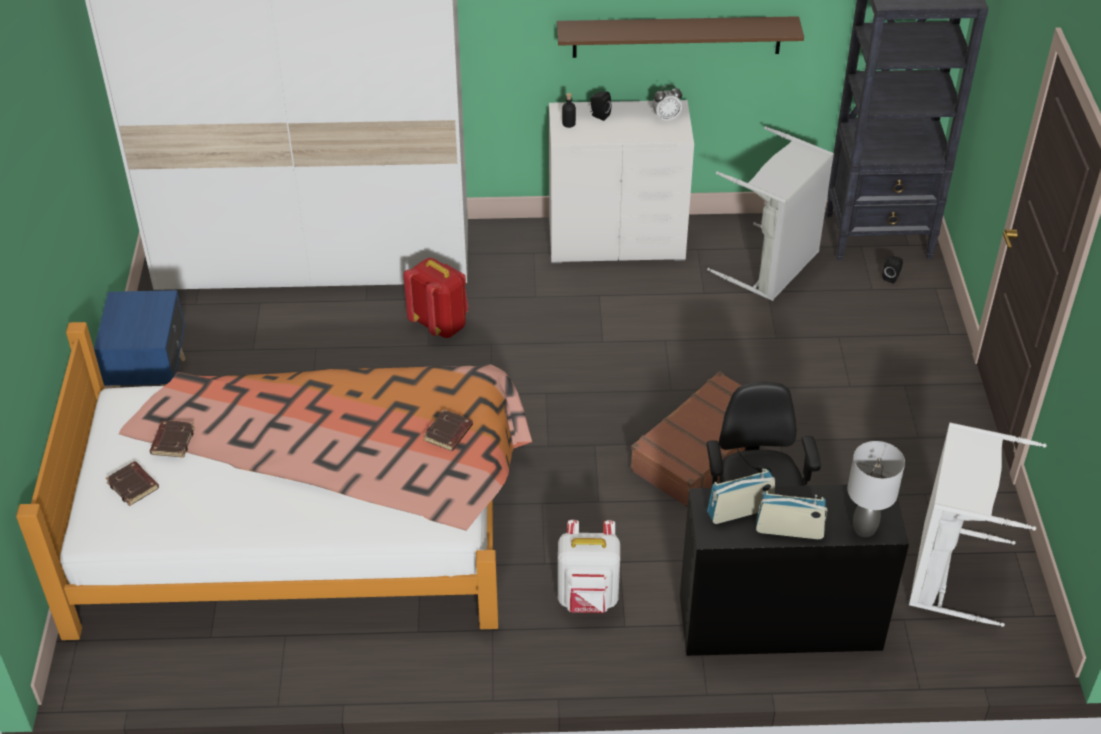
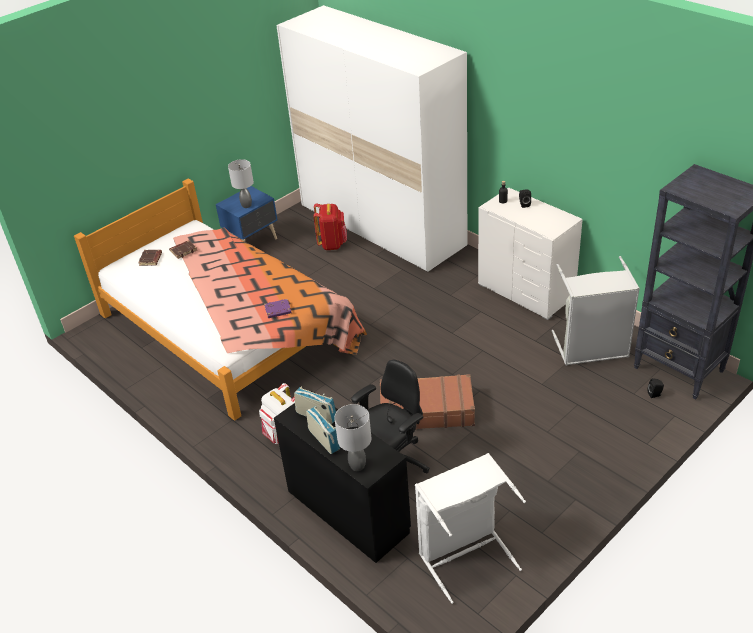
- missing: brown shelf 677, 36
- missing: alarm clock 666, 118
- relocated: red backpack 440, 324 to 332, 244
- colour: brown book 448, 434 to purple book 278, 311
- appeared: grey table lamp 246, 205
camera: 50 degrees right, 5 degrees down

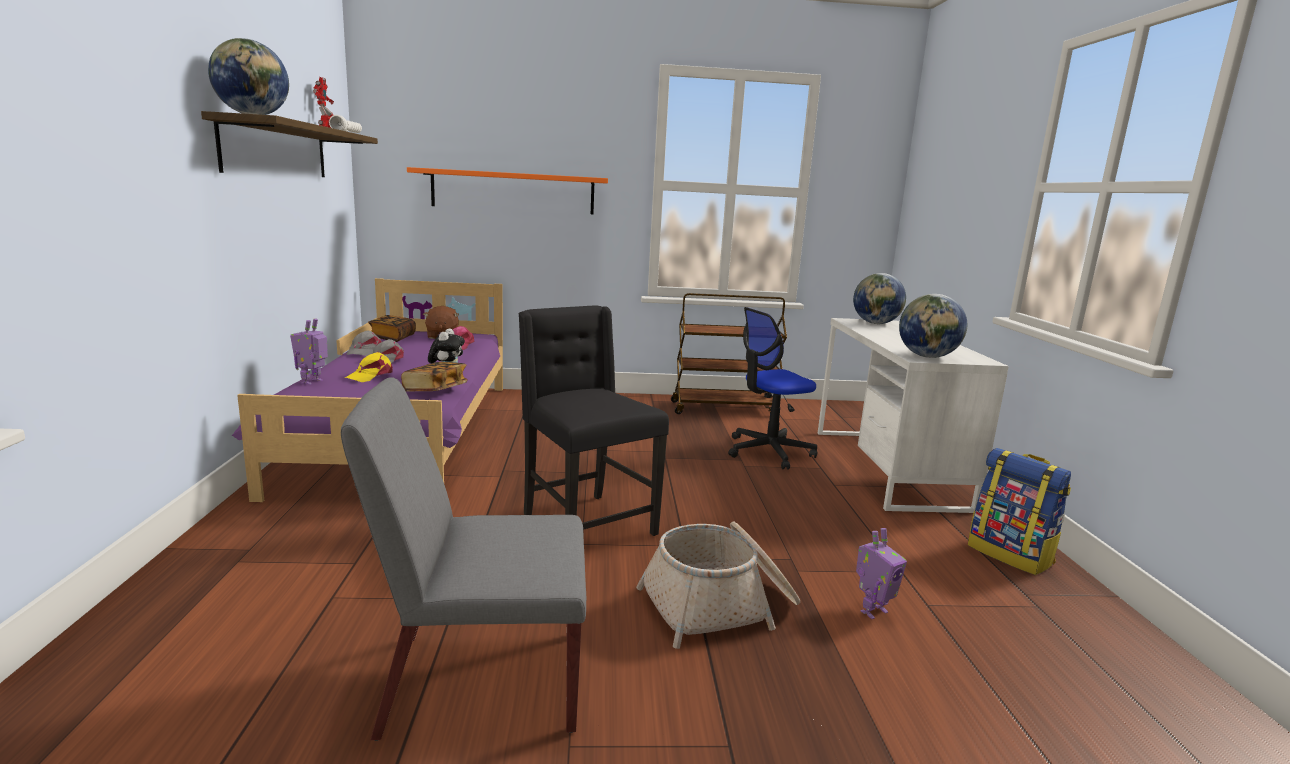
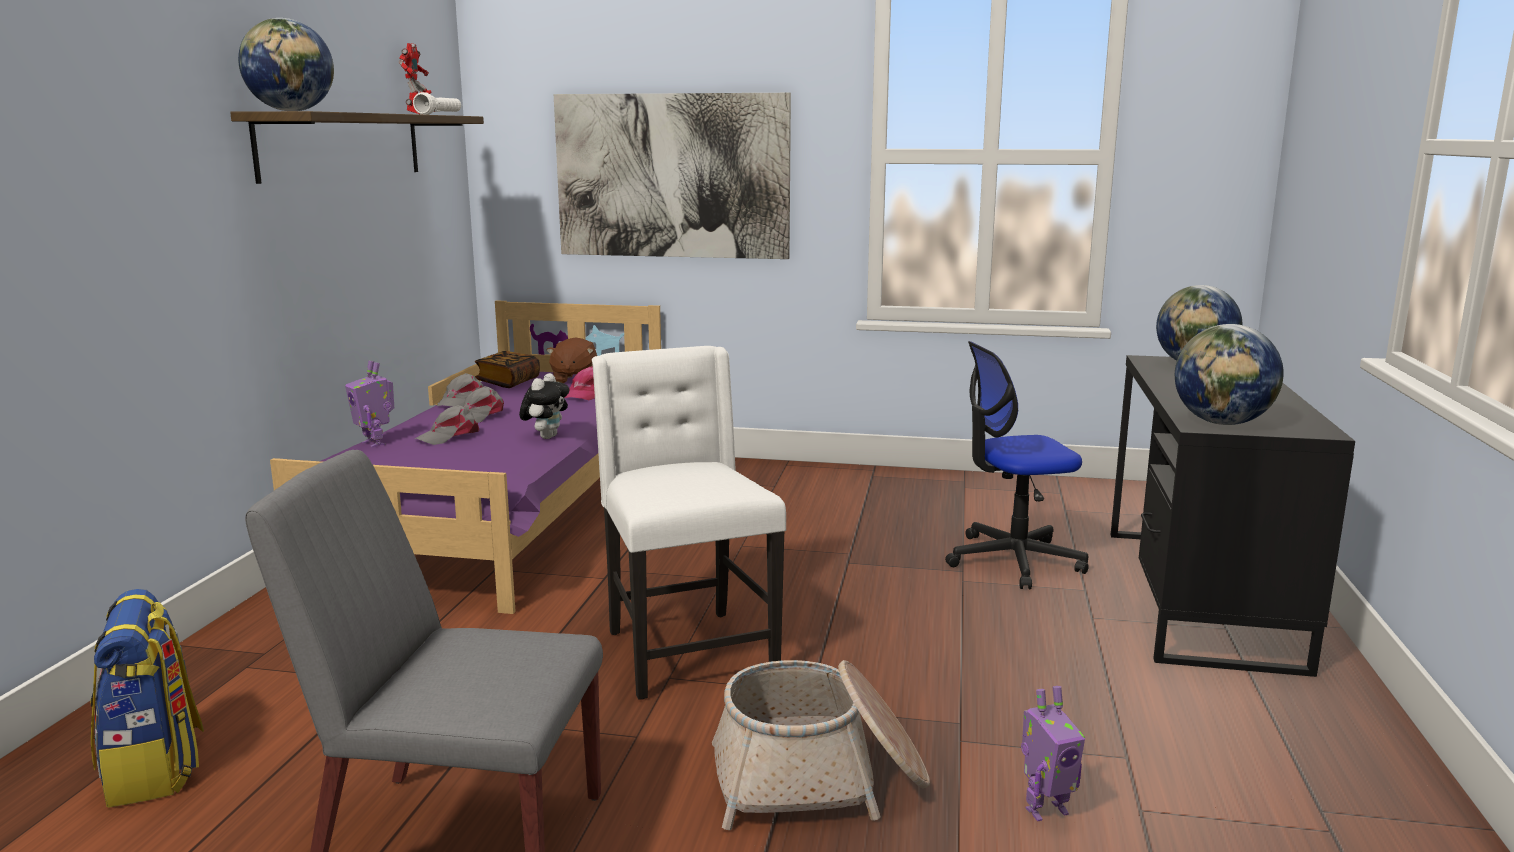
- exchanged: orange shelf 513, 192 to picture 672, 176
- missing: brown cart 724, 409
- colour: black chair 585, 524 to white chair 686, 651
- spun: toy robot 312, 382 = 375, 443 75 degrees counterclockwise
- colour: white desk 886, 468 to black desk 1197, 595
- colour: yellow cap 371, 376 to grey cap 449, 436
- missing: book 435, 390
- relocated: backpack 1011, 555 to 155, 770
camera: 15 degrees right, 0 degrees up

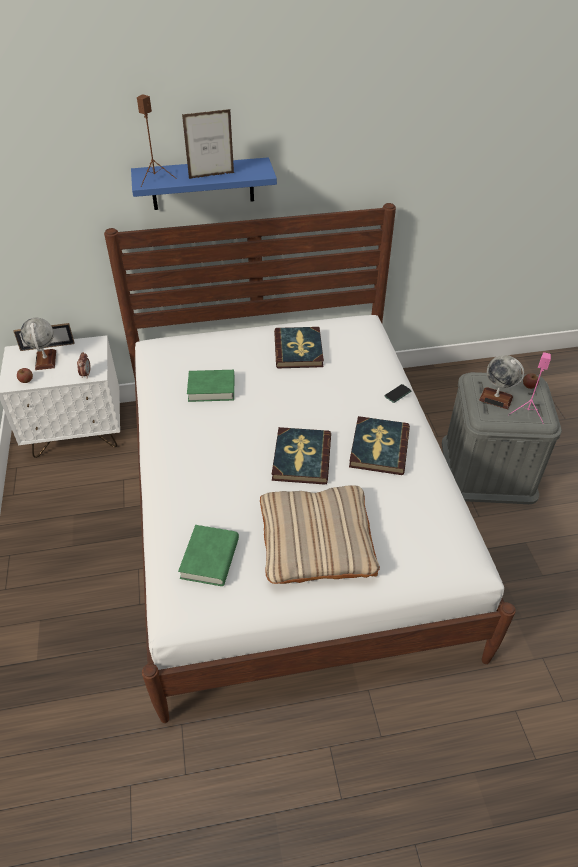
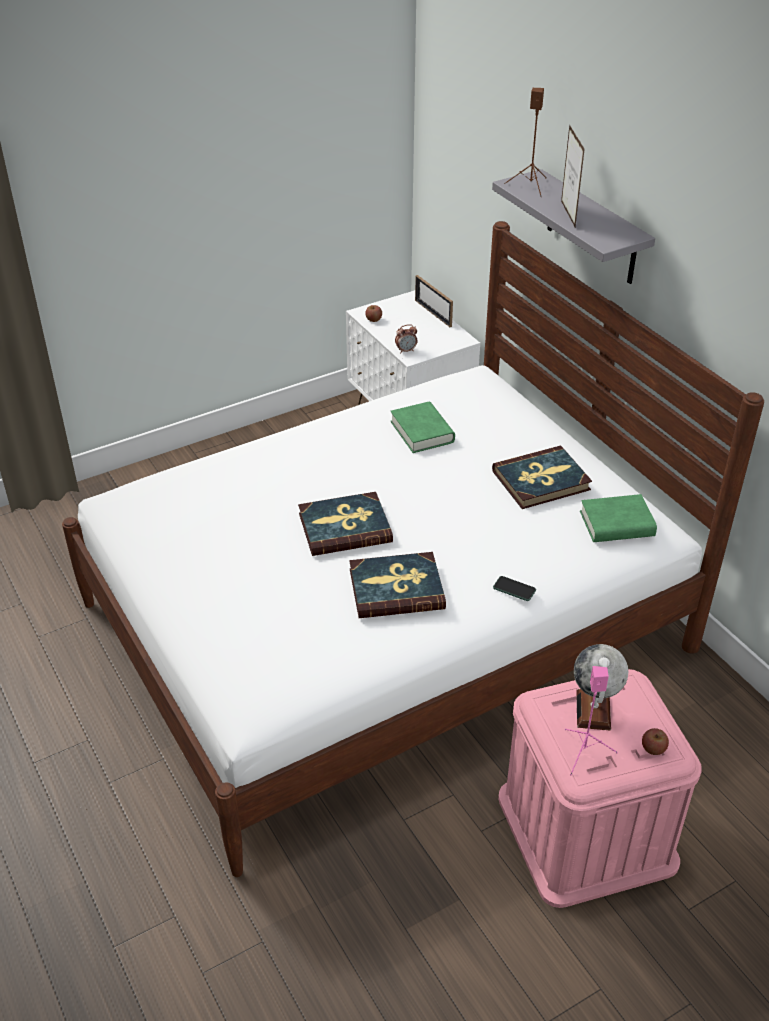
- spun: picture frame 211, 175 = 568, 214 150 degrees counterclockwise
- colour: blue shelf 202, 184 to grey shelf 592, 228
- missing: globe 45, 360
- colour: grey storage box 488, 469 to pink storage box 586, 829
- missing: beige pillow 317, 540
- relocated: green book 210, 559 to 616, 524
camera: 70 degrees right, 5 degrees down

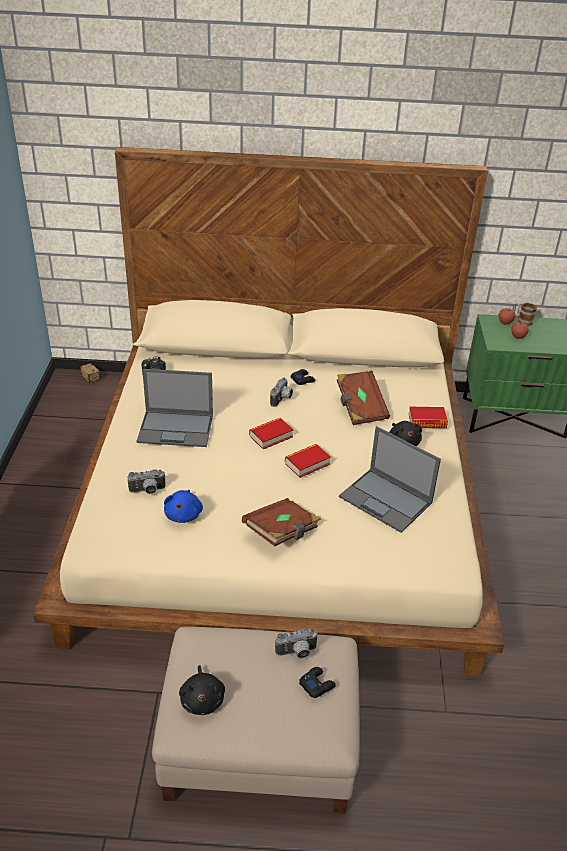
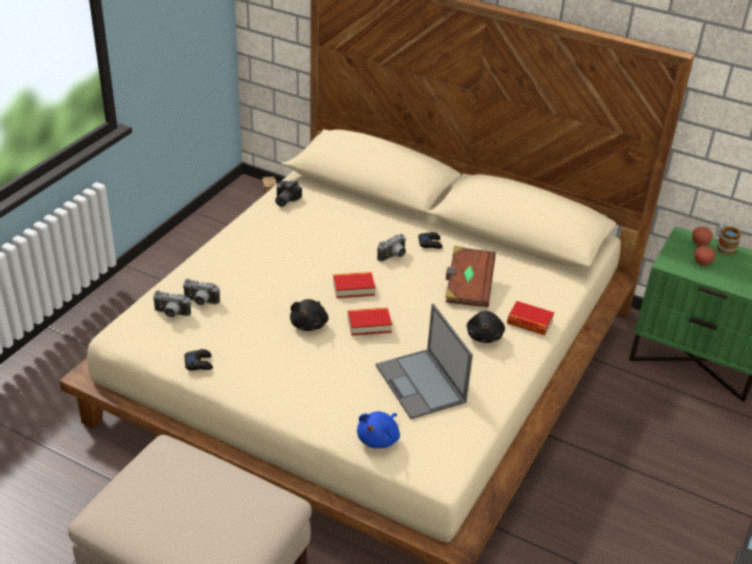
- missing: laptop 176, 428
- relocated: blue plush toy 184, 514 to 379, 438
- missing: brown book 282, 532
- relocated: photo camera 297, 653 to 171, 314
- relocated: black plush toy 202, 699 to 309, 324
- relocated: black game controller 317, 684 to 199, 363
camera: 25 degrees right, 0 degrees up

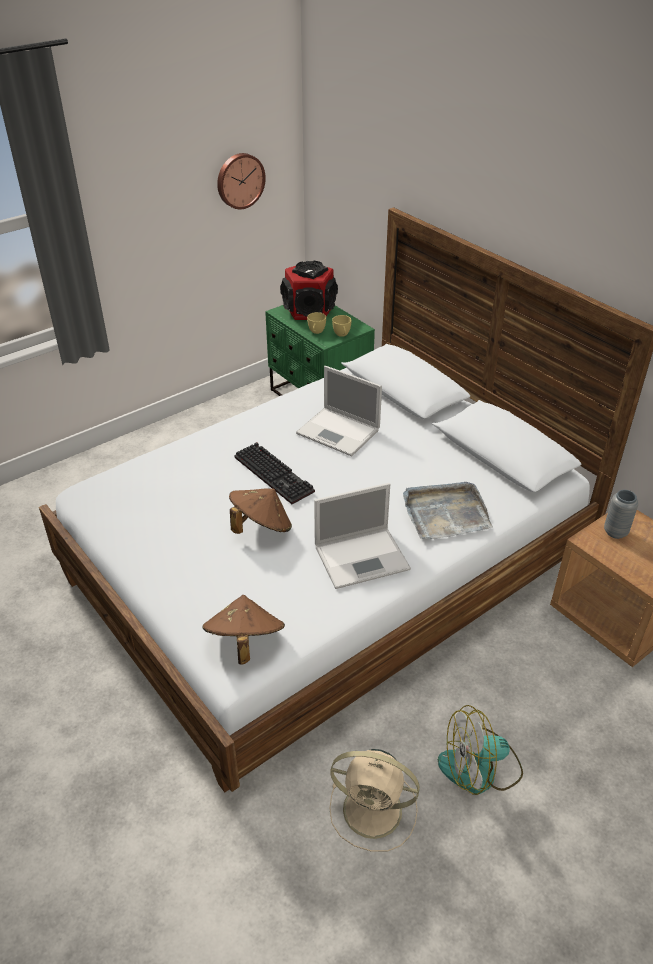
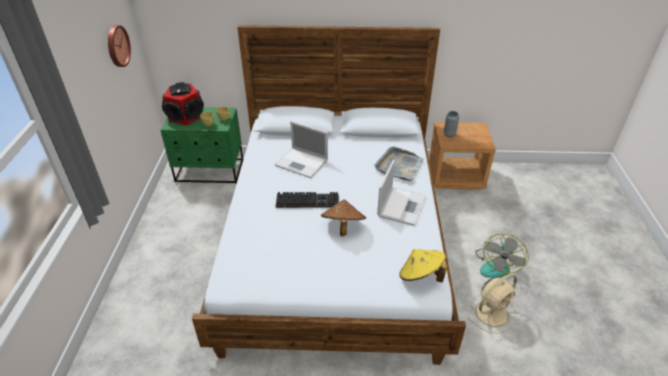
- spun: laptop 339, 432 = 302, 163 45 degrees clockwise
- colour: brown hat 244, 643 to yellow hat 420, 276
camera: 50 degrees left, 0 degrees up

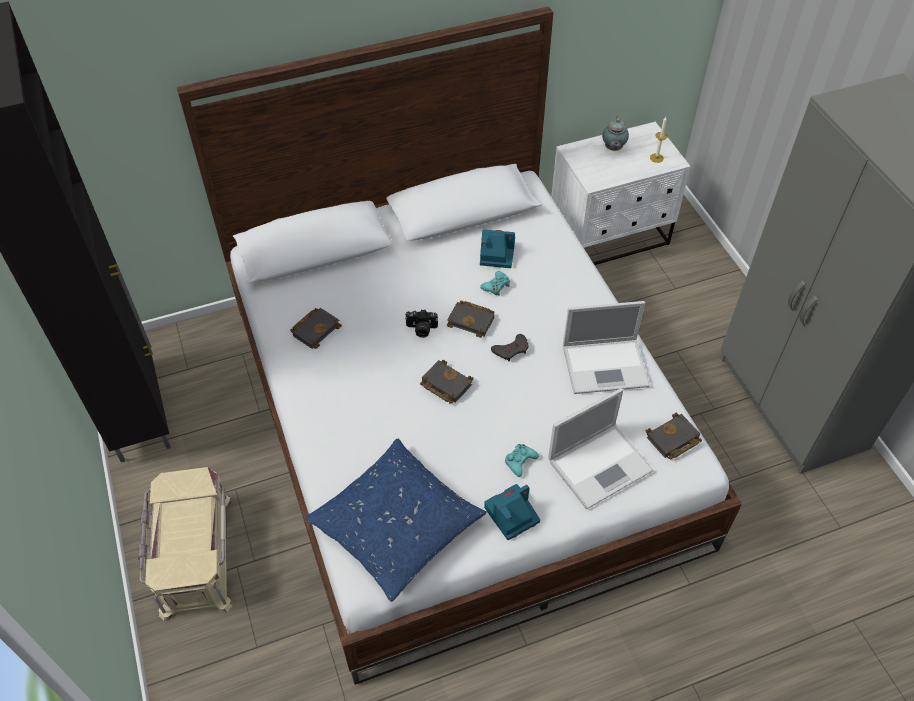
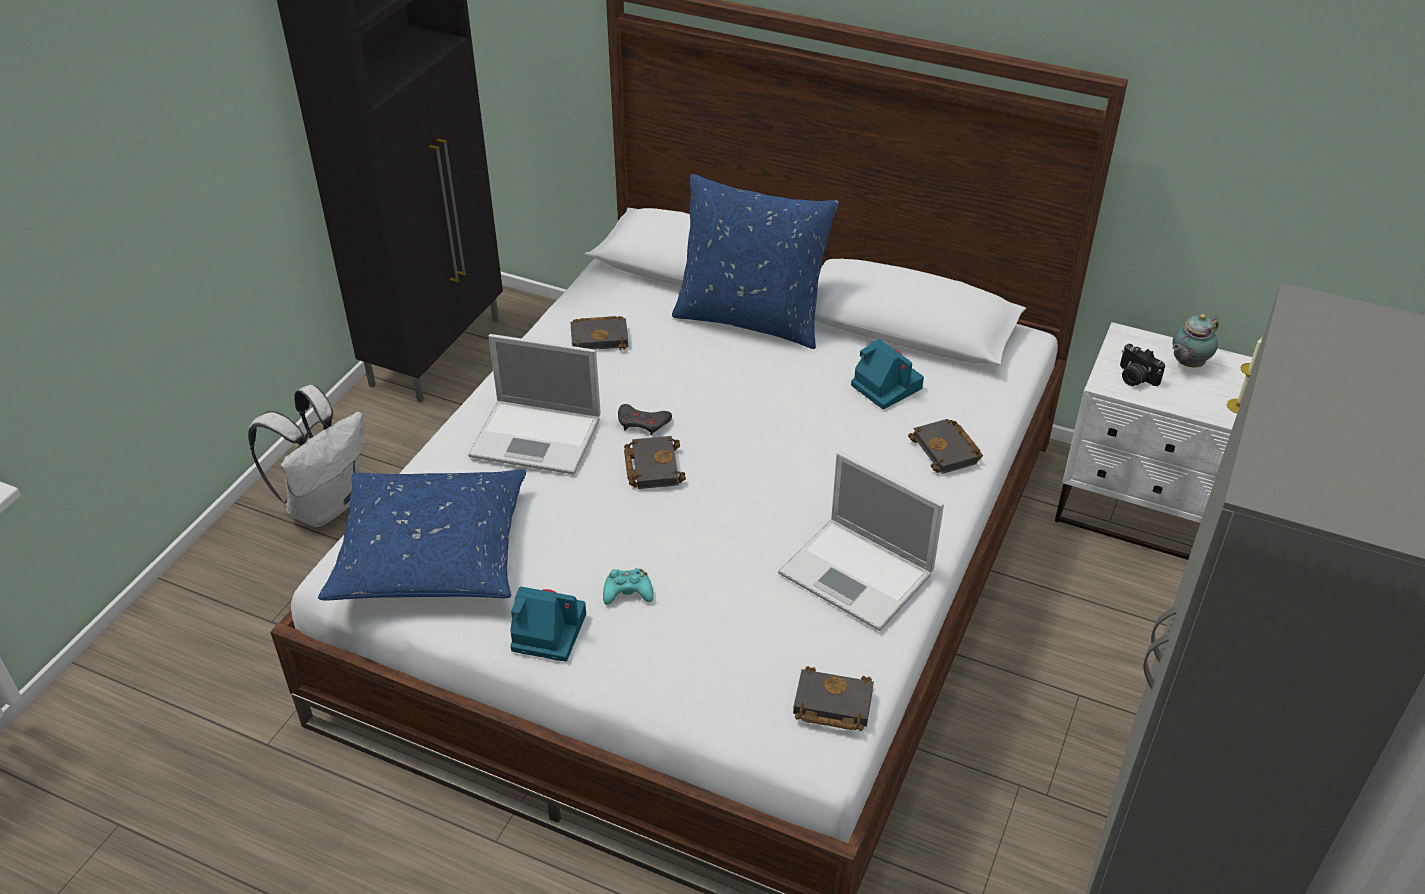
- missing: turquoise game controller 496, 286
- relocated: black book 472, 320 to 947, 451
- relocated: photo camera 421, 329 to 1135, 378
- relocated: grey game controller 511, 350 to 643, 423
- relocated: laptop 601, 464 to 538, 437
- exchanged: beige storage box 195, 555 to white backpack 325, 504
- appeared: blue pillow 751, 318
camera: 45 degrees right, 10 degrees down

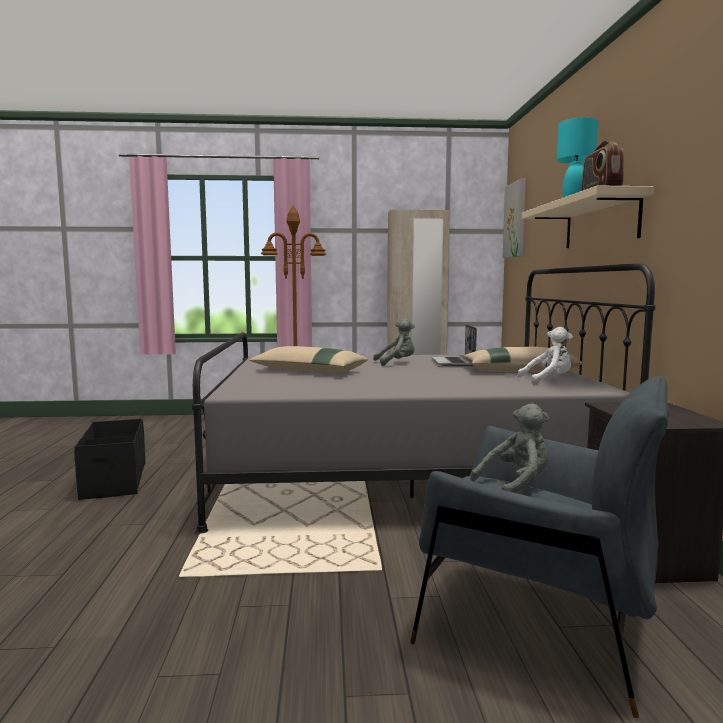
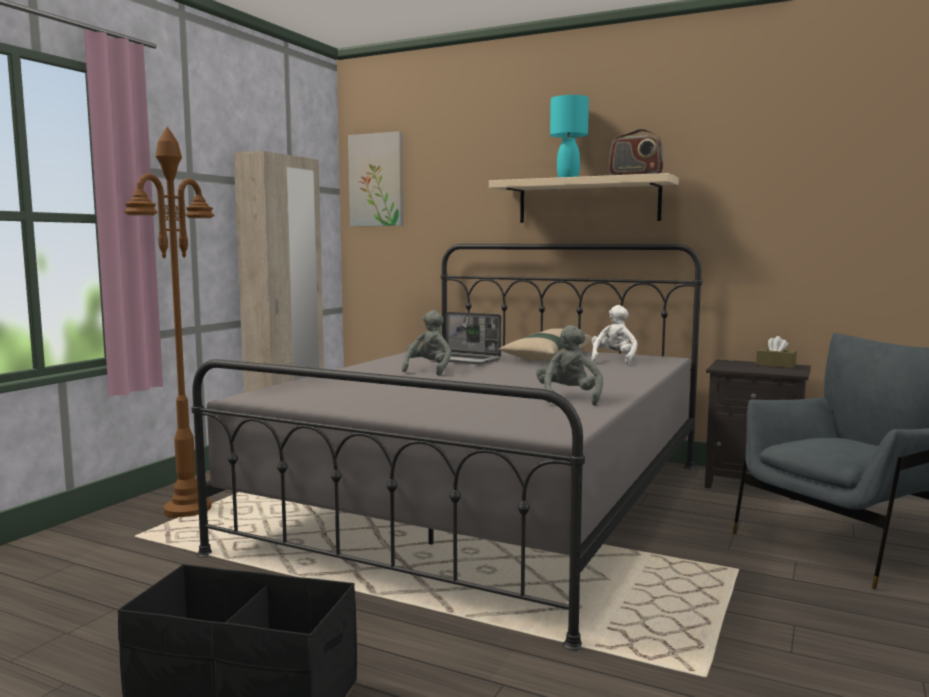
- missing: beige pillow 308, 371
- relocated: grey plush toy 516, 485 to 568, 398
- appeared: brown tissue box 775, 365
camera: 60 degrees left, 0 degrees up

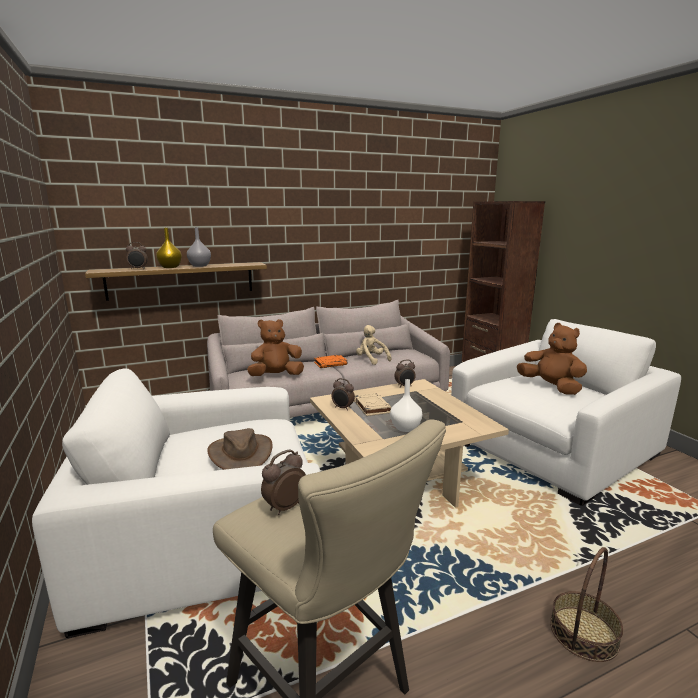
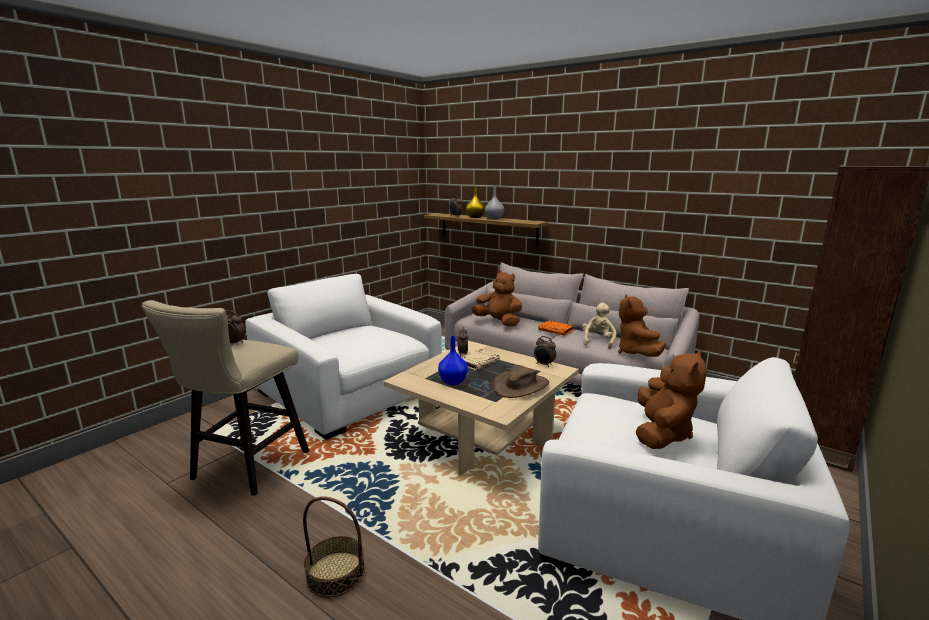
- colour: white vase 405, 428 to blue vase 453, 381
- relocated: brown hat 240, 453 to 520, 386
- appeared: brown plush toy 636, 353
camera: 60 degrees right, 0 degrees up

